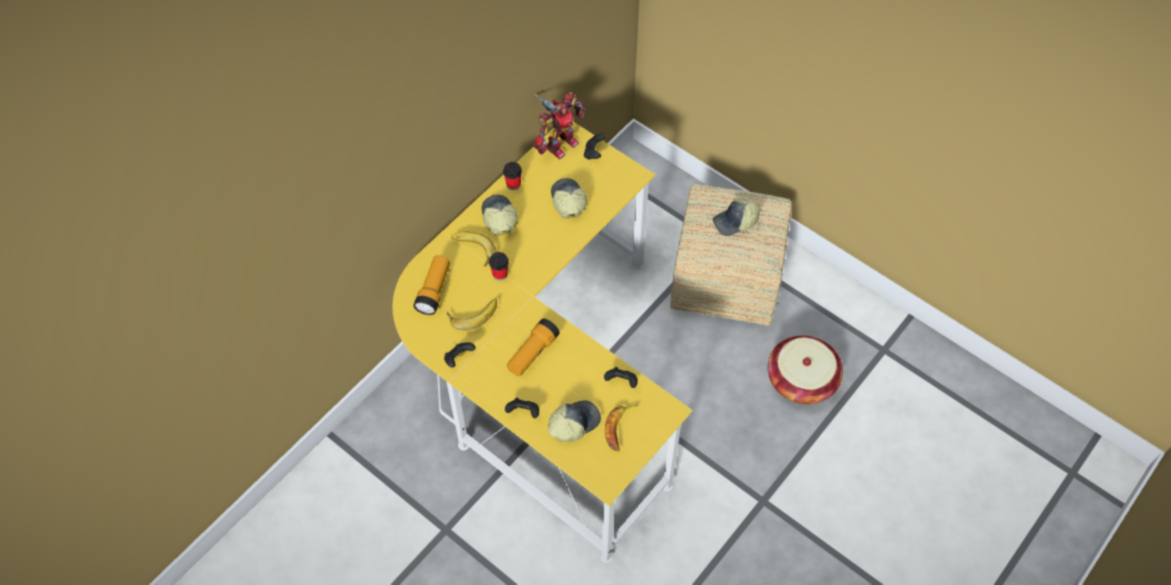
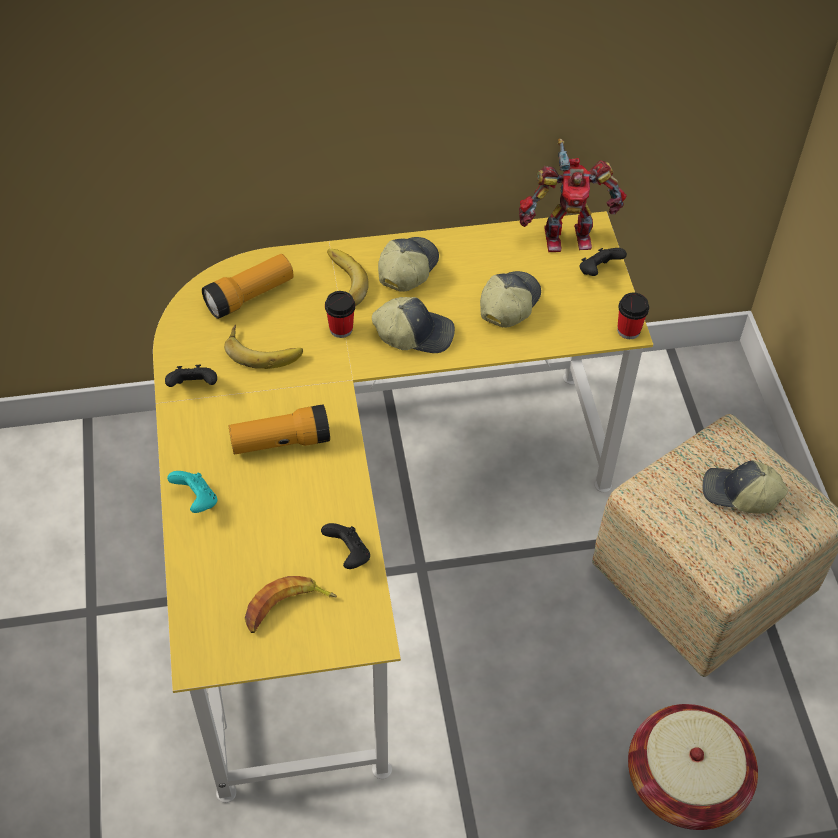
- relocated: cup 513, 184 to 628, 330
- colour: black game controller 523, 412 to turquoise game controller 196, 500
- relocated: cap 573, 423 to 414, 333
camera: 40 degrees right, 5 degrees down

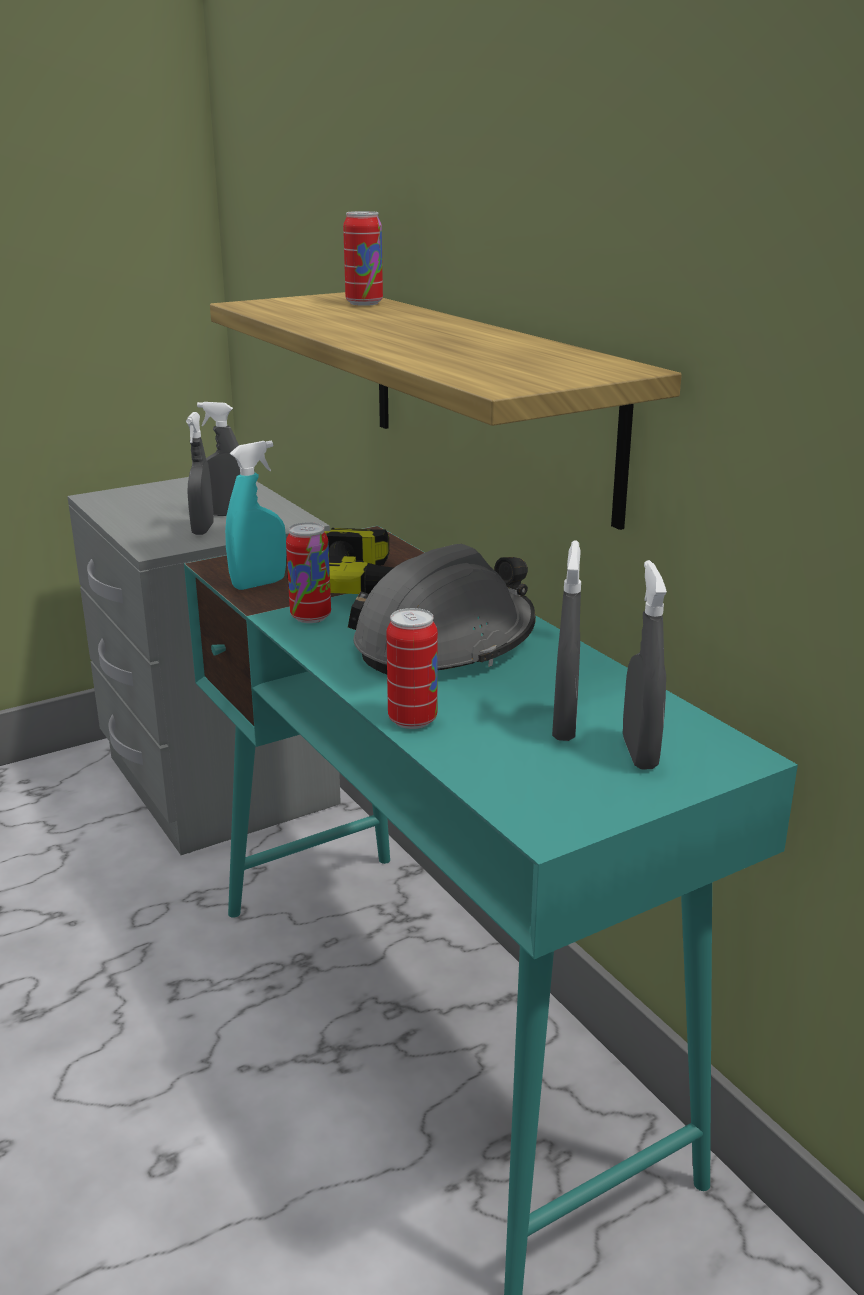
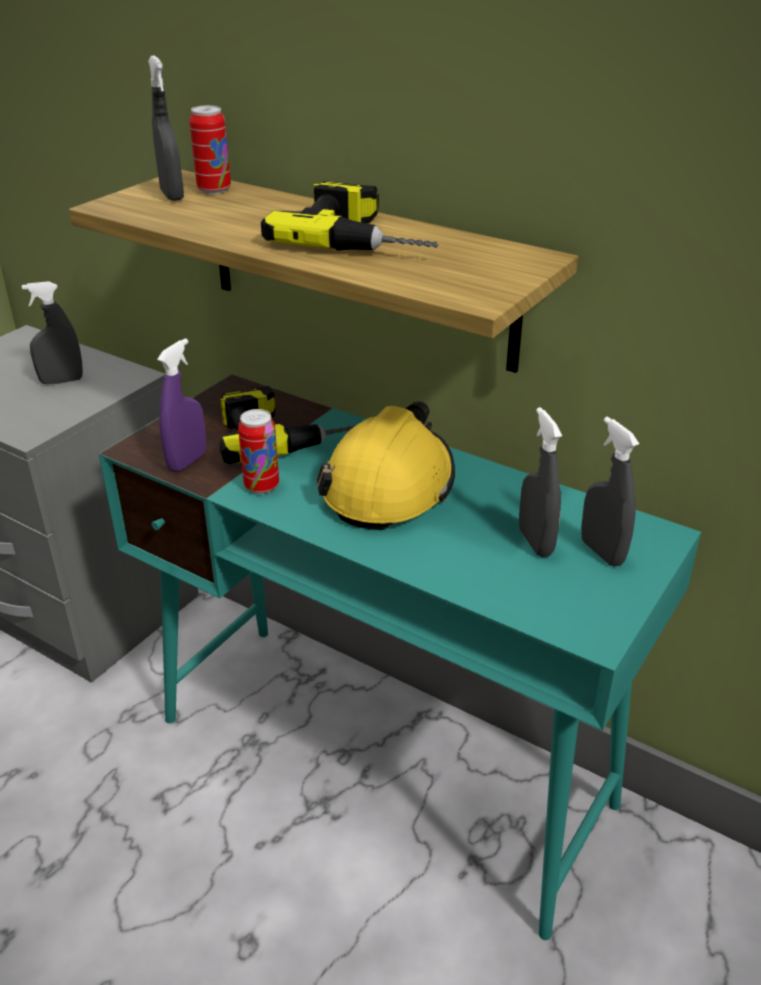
- relocated: grey spray bottle 203, 529 to 172, 195
- colour: turquoise spray bottle 259, 584 to purple spray bottle 187, 461
- colour: grey hard hat 445, 643 to yellow hard hat 389, 486
- missing: can 412, 720
- appeared: power drill 364, 236
camera: 25 degrees left, 10 degrees up

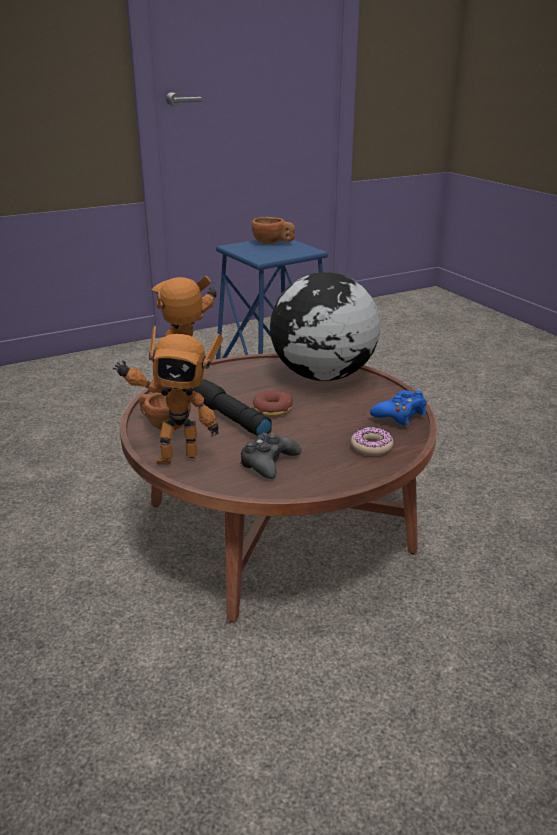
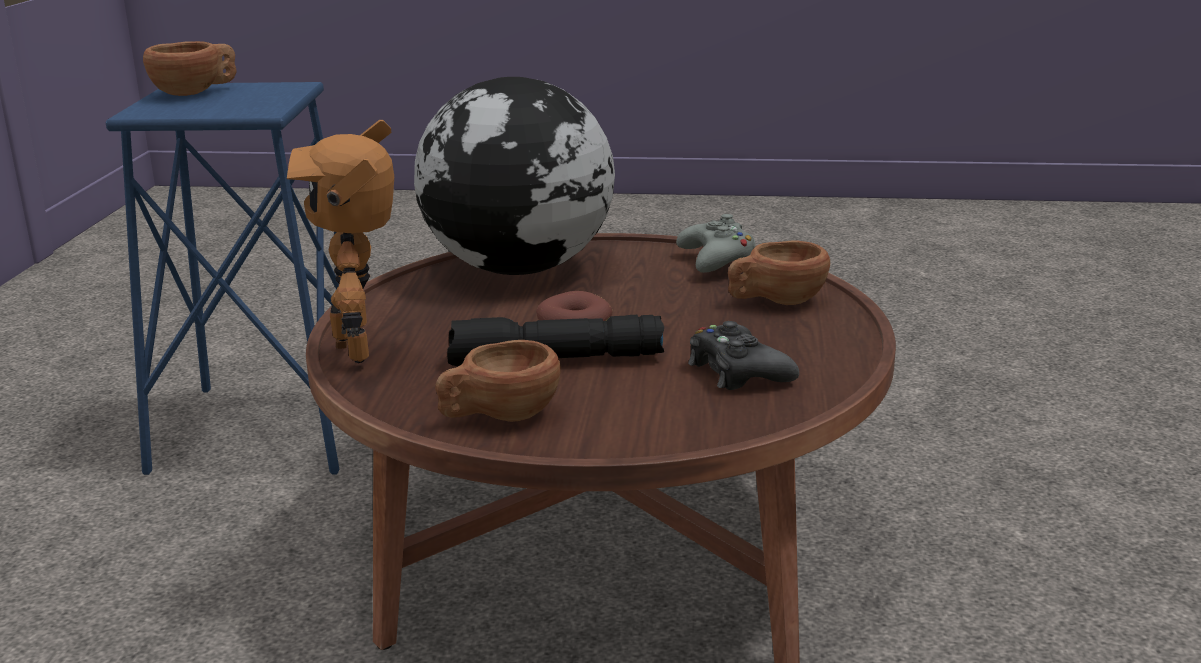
- missing: toy robot 175, 456
- colour: blue game controller 400, 414 to grey game controller 717, 260
- exchanged: donut 371, 447 to brown cup 776, 301
camera: 55 degrees left, 5 degrees down

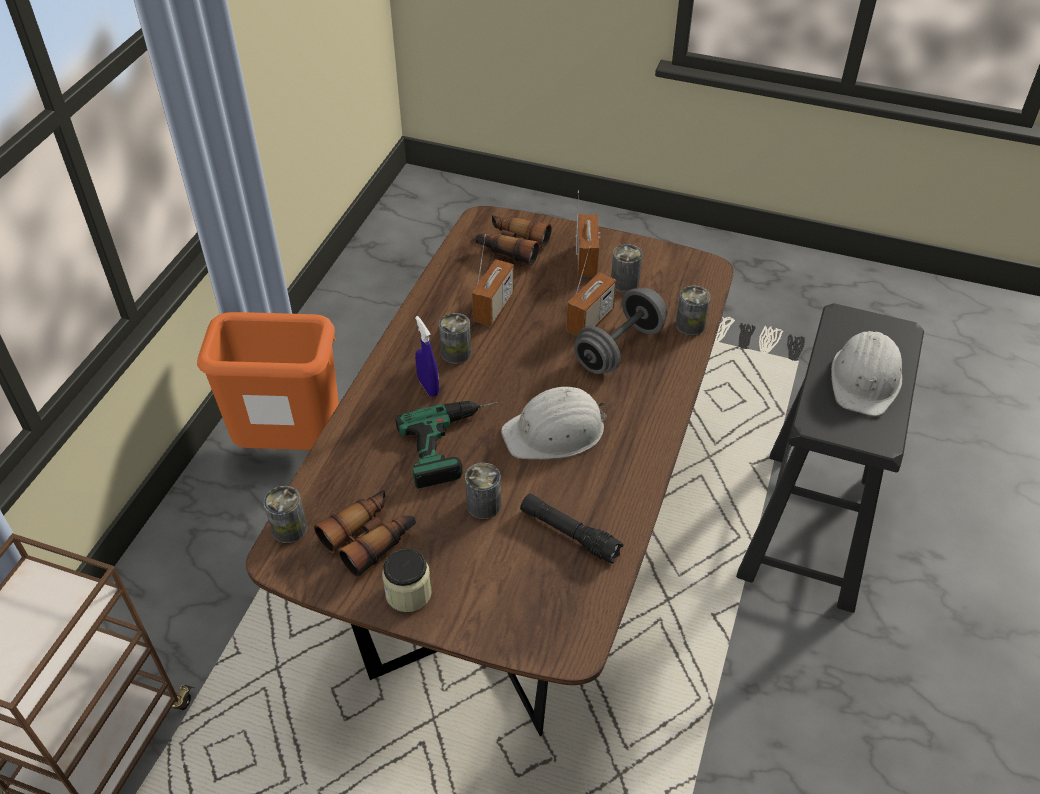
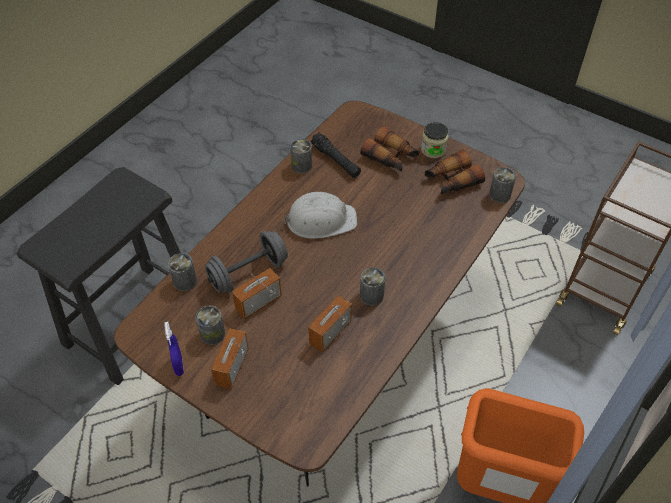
- relocated: binoculars 512, 246 to 391, 157
- relocated: blue spray bottle 428, 387 to 178, 365
- missing: white hard hat 865, 379
- missing: power drill 455, 444
- relocated: can 483, 505 to 301, 166
camera: 165 degrees left, 5 degrees up

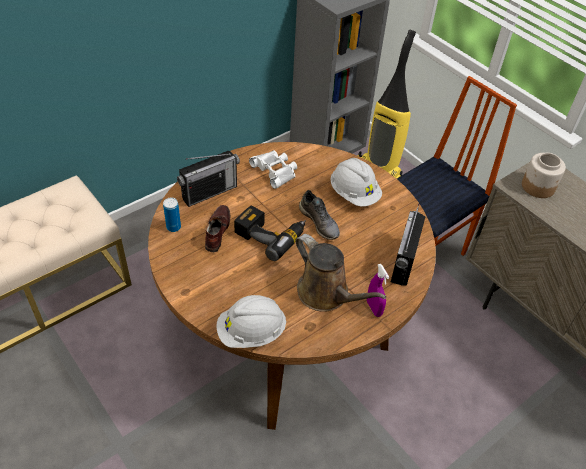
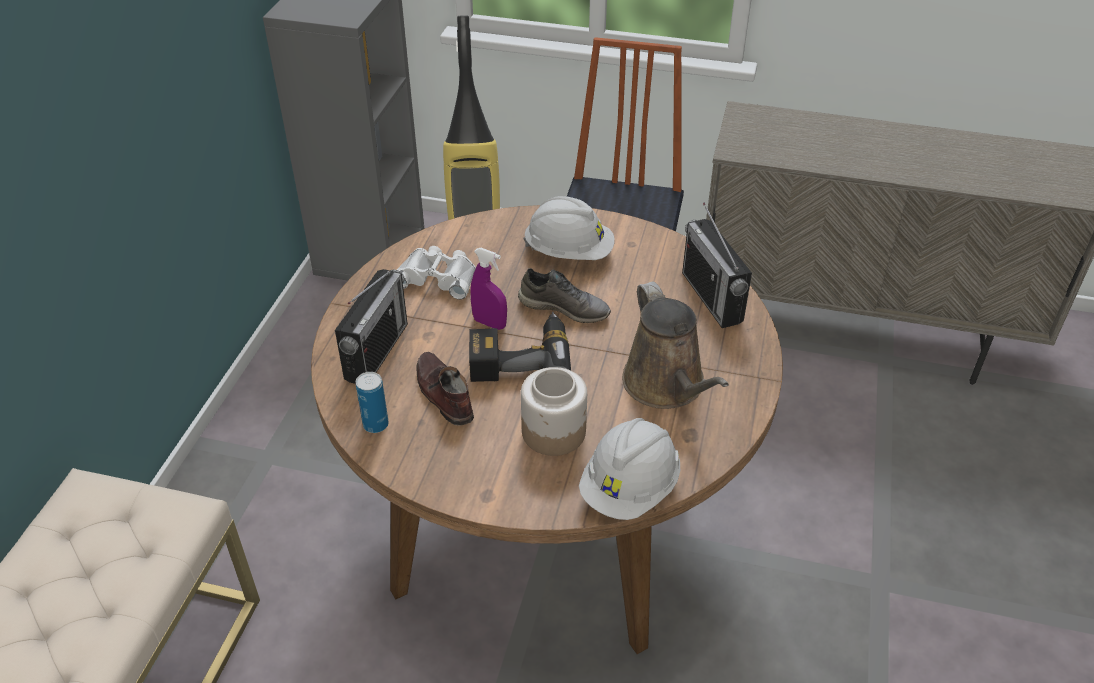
- relocated: jar 538, 187 to 554, 432
- spun: brown watering can 326, 294 = 667, 386 60 degrees clockwise
- relocated: purple spray bottle 374, 308 to 489, 323
camera: 35 degrees left, 5 degrees down

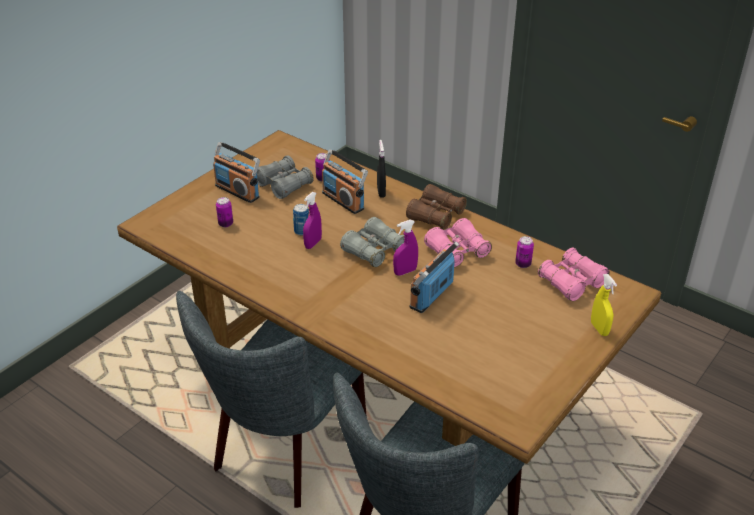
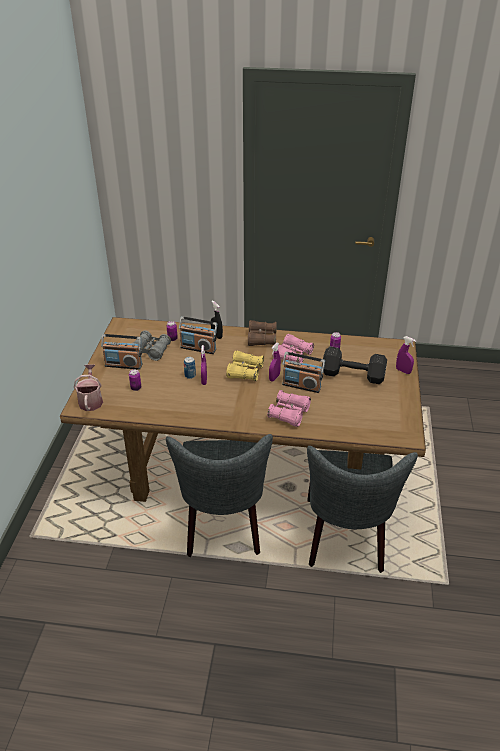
- colour: grey binoculars 374, 250 to yellow binoculars 245, 372
- spun: radio 432, 295 = 301, 385 75 degrees counterclockwise
- relocated: pink binoculars 572, 282 to 289, 413
- colour: yellow spray bottle 599, 329 to purple spray bottle 403, 371
- appeared: black dumbbell 351, 374
- appeared: watering can 91, 400
camera: 30 degrees left, 0 degrees up

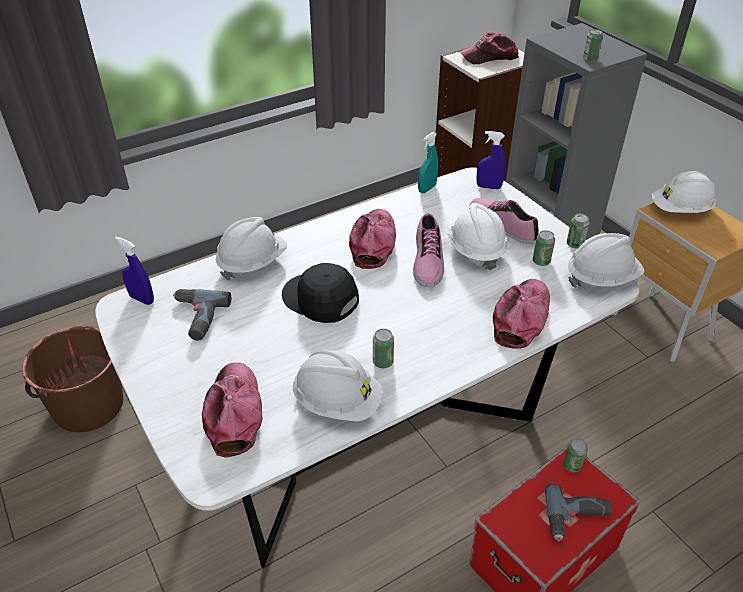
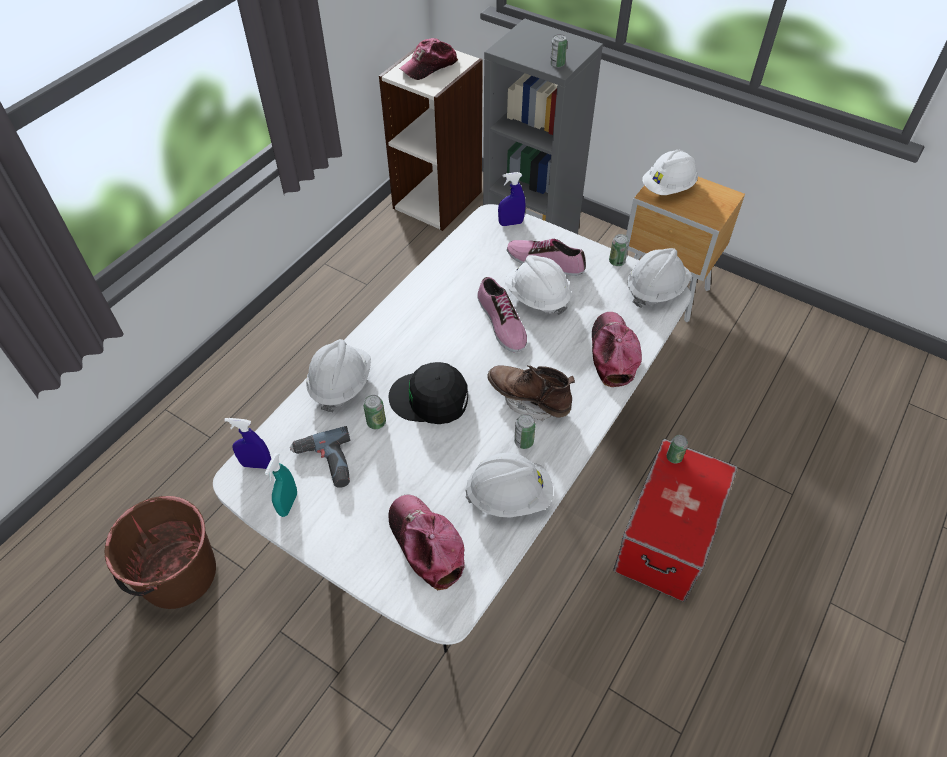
- relocated: turquoise spray bottle 427, 189 to 288, 504
- missing: cap 373, 243
- relocated: can 541, 261 to 376, 422
- missing: power drill 577, 519
- appeared: brown boot 529, 400
camera: 25 degrees left, 10 degrees up

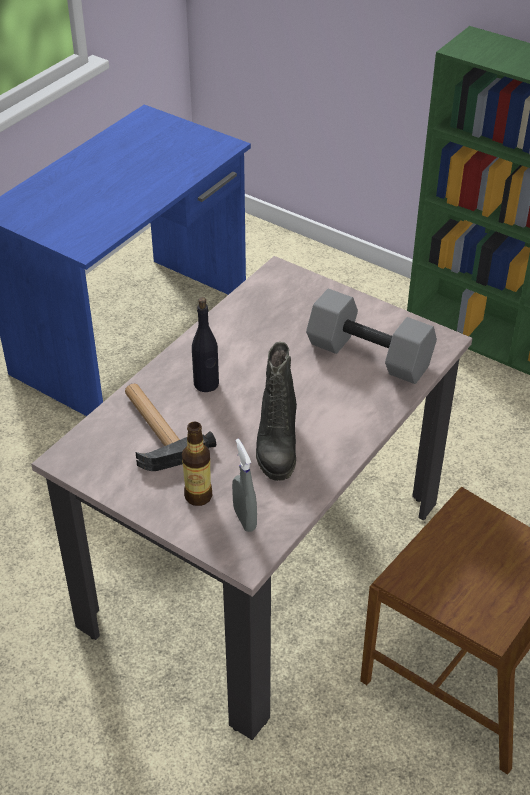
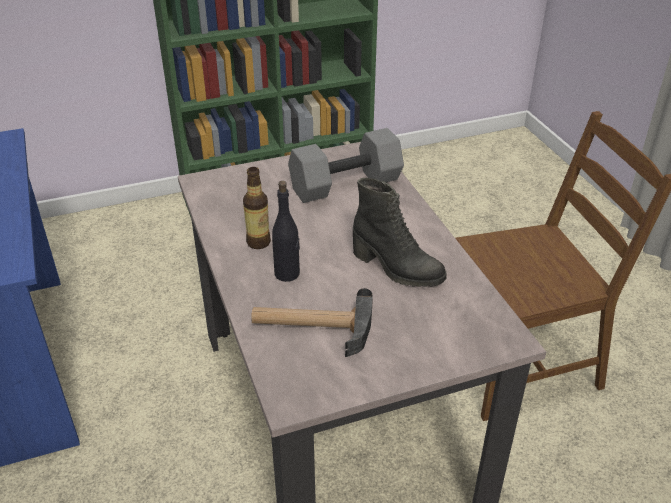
- relocated: bottle 198, 496 to 258, 242
- missing: grey spray bottle 244, 519
camera: 55 degrees left, 5 degrees down

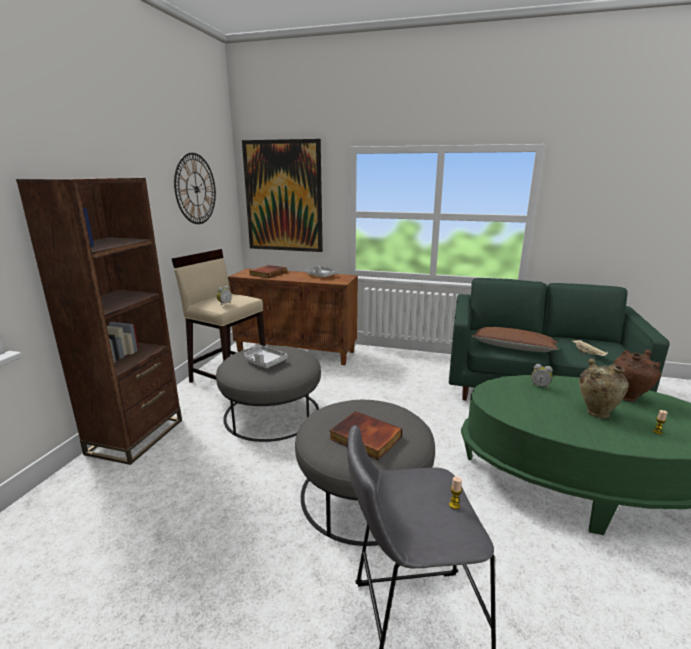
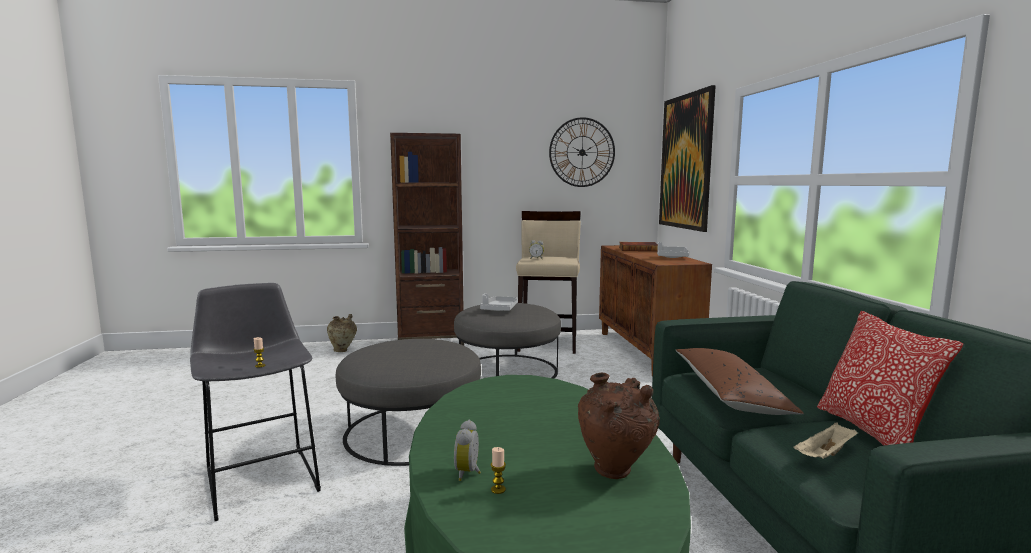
- relocated: beige vase 596, 412 to 343, 350
- relocated: alarm clock 540, 386 to 469, 473
- missing: book 364, 438
- appeared: pillow 873, 432
camera: 65 degrees right, 10 degrees down

